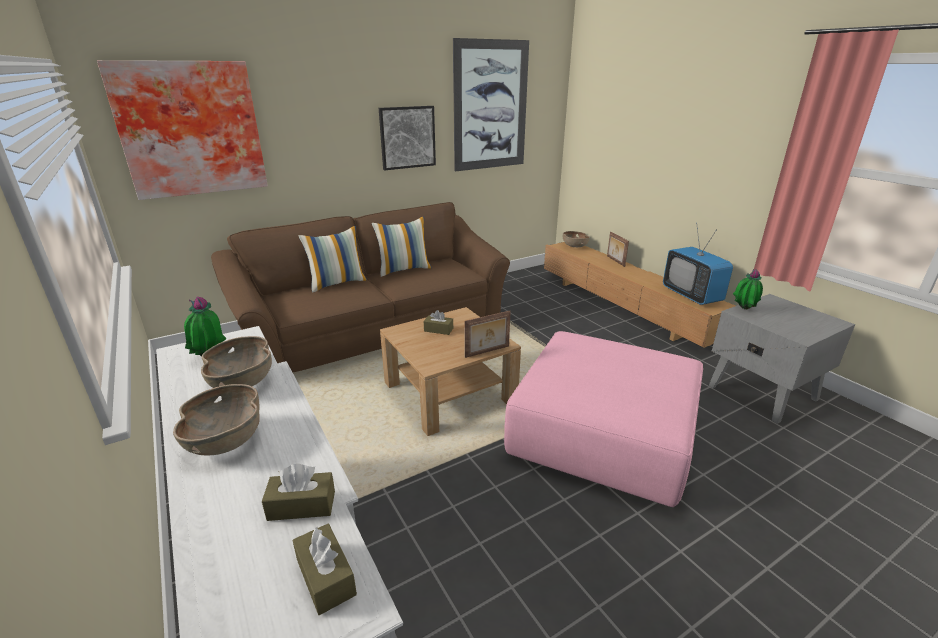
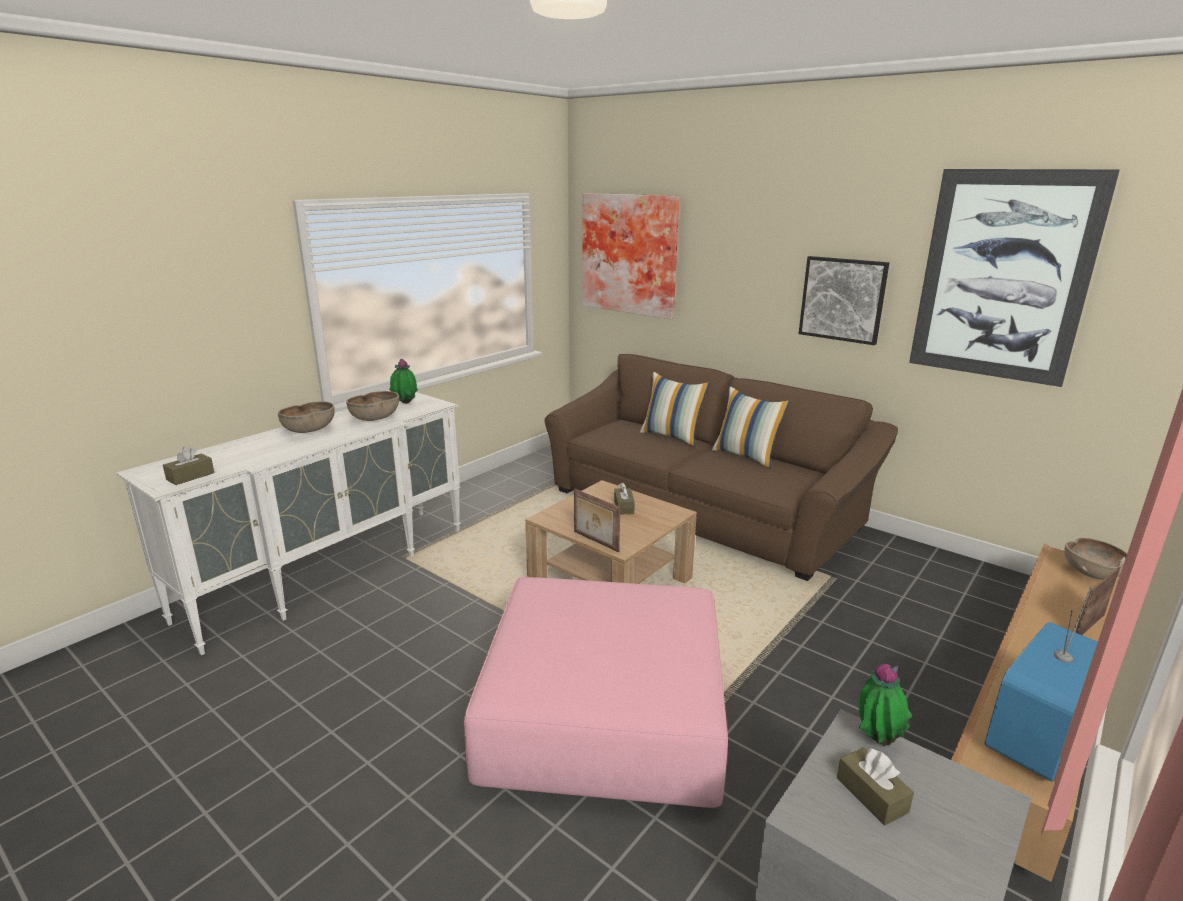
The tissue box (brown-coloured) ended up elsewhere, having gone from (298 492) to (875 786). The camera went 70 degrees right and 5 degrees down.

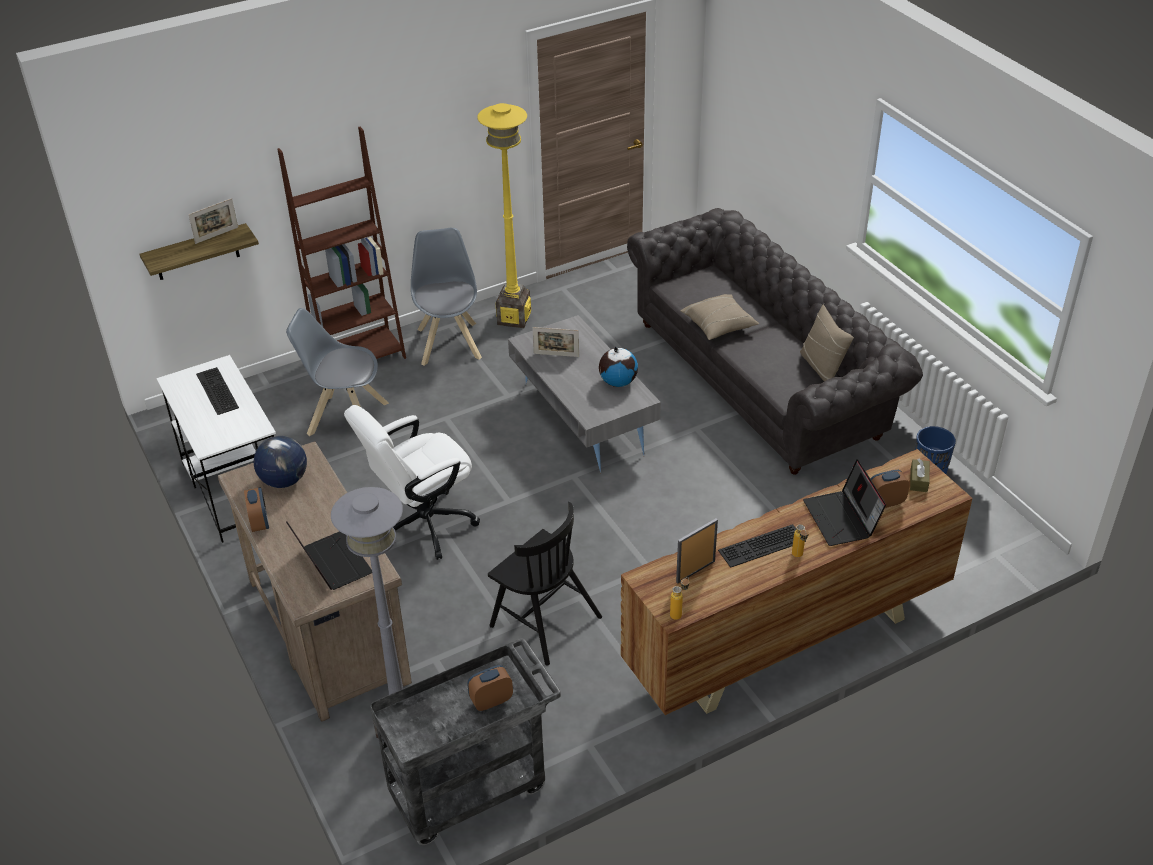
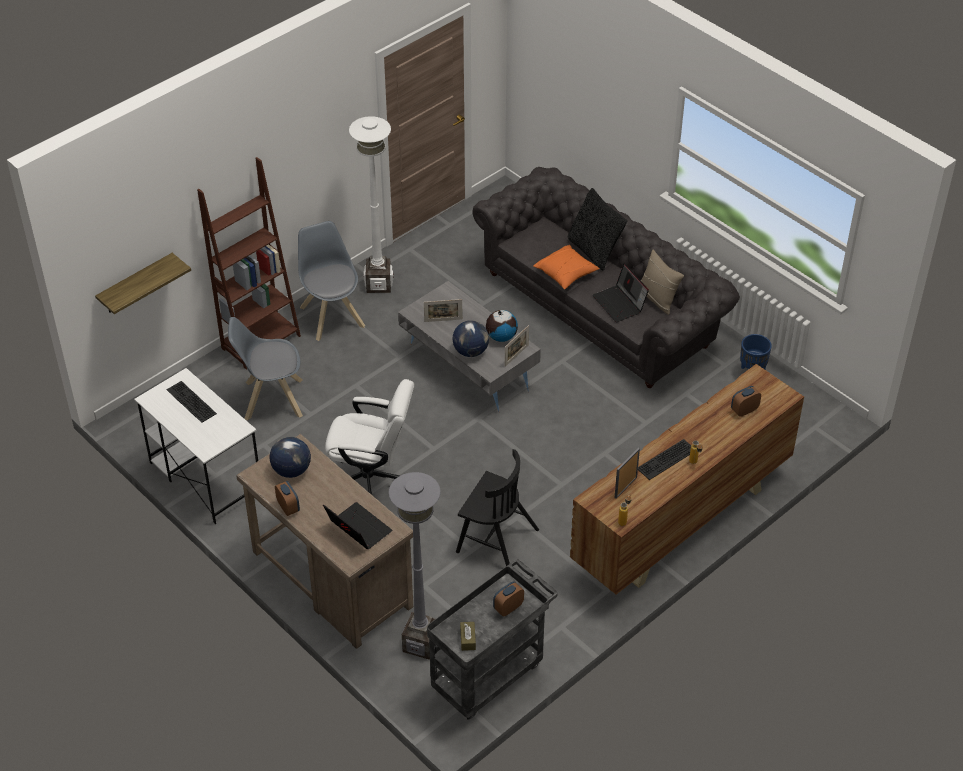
The photo frame ended up elsewhere, having gone from (213 221) to (517 346). The office chair (white-coloured) at (412 482) ended up facing another way, 120 degrees counterclockwise from before. What was the standard lamp (yellow) at (504 215) turned into the standard lamp (white-coloured) at (371 204). What was the pillow (sand-coloured) at (719 317) turned into the pillow (orangey) at (566 267). The laptop ended up elsewhere, having gone from (844 502) to (620 292). The tissue box (brown-coloured) ended up elsewhere, having gone from (920 475) to (468 636). The second view gained the globe at (470 338). The second view gained the pillow (blackish) at (598 229). The camera went 15 degrees left and 5 degrees up.

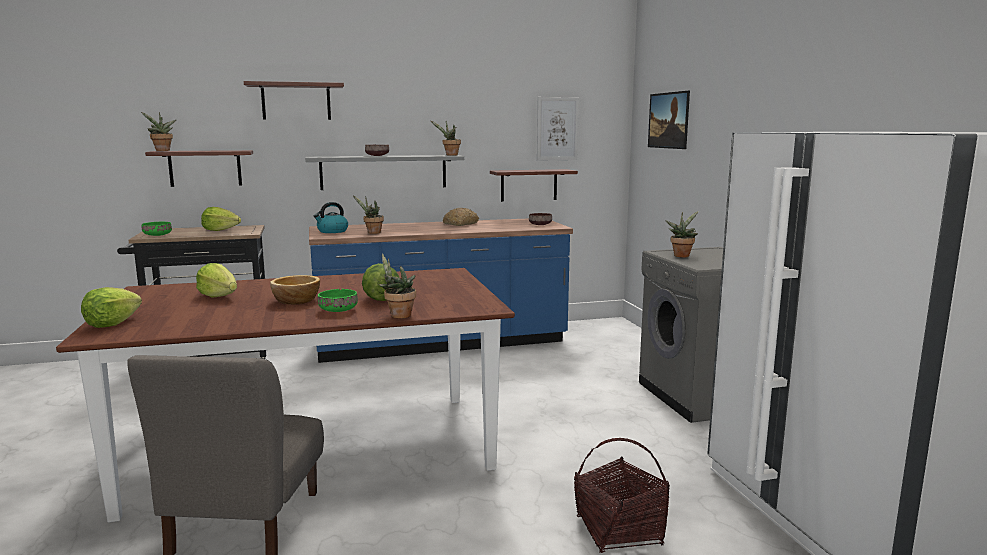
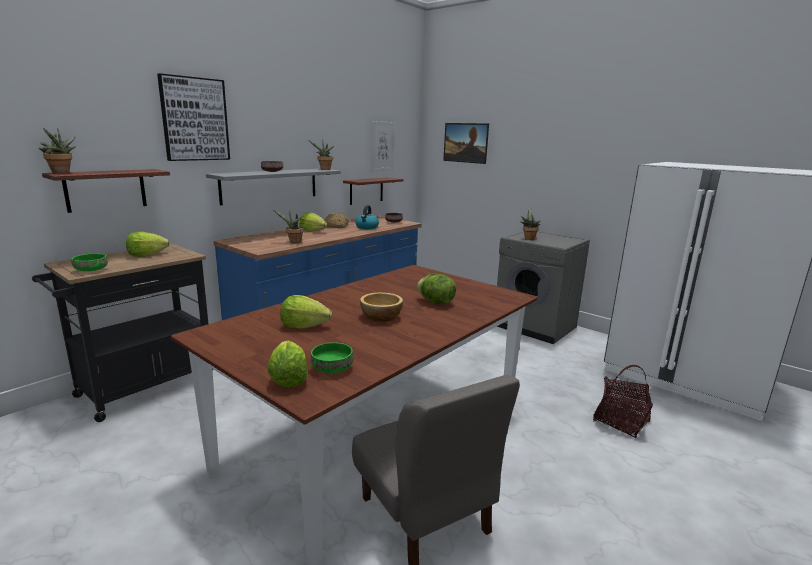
Where the bracket shelf hung at (294 100), the wall picture came to hang at (193 117). The tea kettle ended up elsewhere, having gone from (331 217) to (367 217). The deep dish (green-coloured) ended up elsewhere, having gone from (338 300) to (332 357). The second view lost the houseplant at (397 286). The second view gained the head of lettuce at (313 222). The camera went 35 degrees left and 5 degrees up.

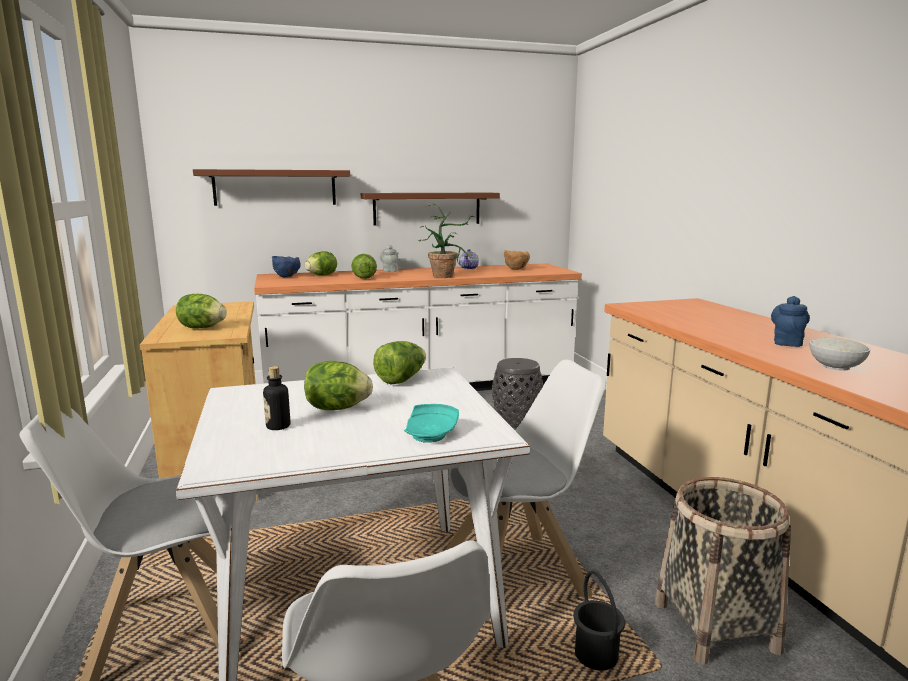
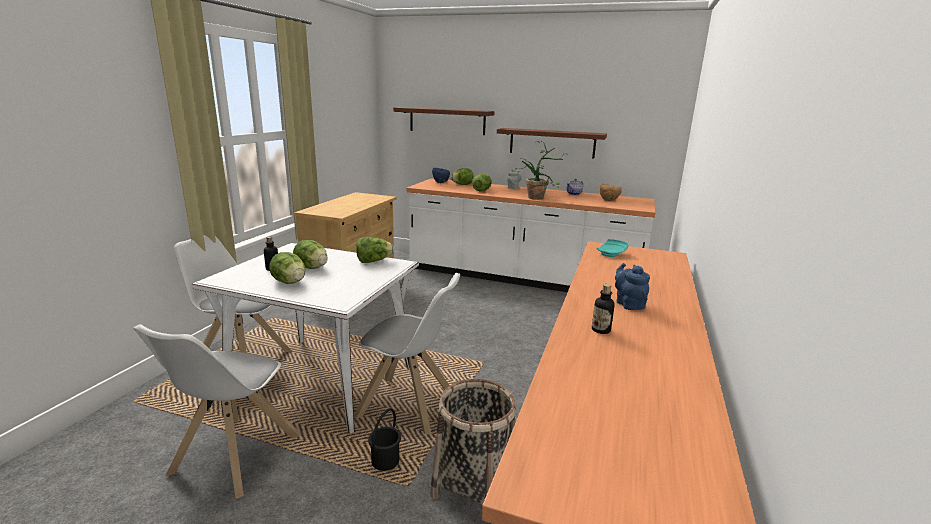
The head of lettuce ended up elsewhere, having gone from (201 311) to (287 268). The dinner plate (turquoise) ended up elsewhere, having gone from (431 423) to (613 248). The second view lost the stool (gray) at (517 393). The teapot (blue-coloured) at (790 321) ended up facing another way, 75 degrees counterclockwise from before. Where the deep dish (white-coloured) stood at (840 354), the drink bottle came to stand at (603 309). The camera went 35 degrees right and 5 degrees up.

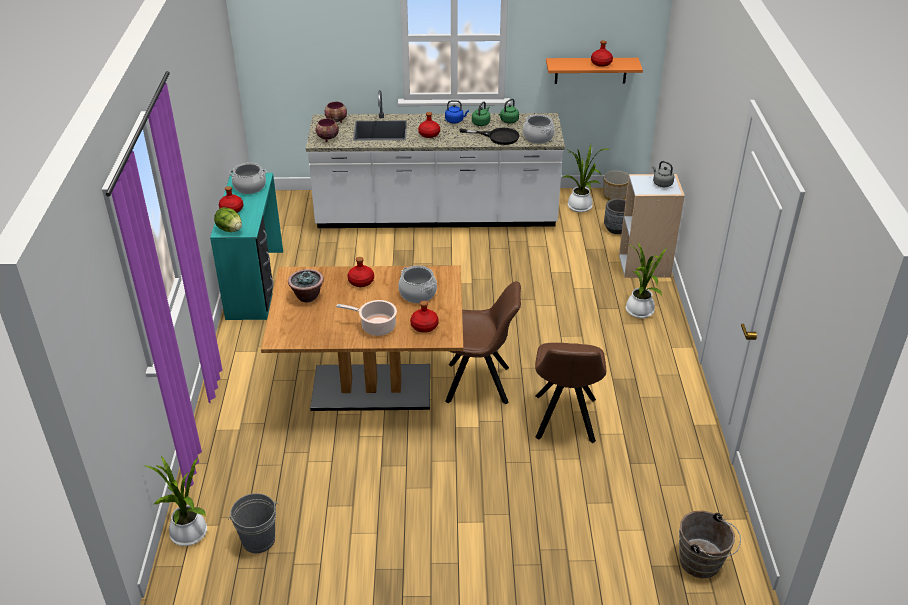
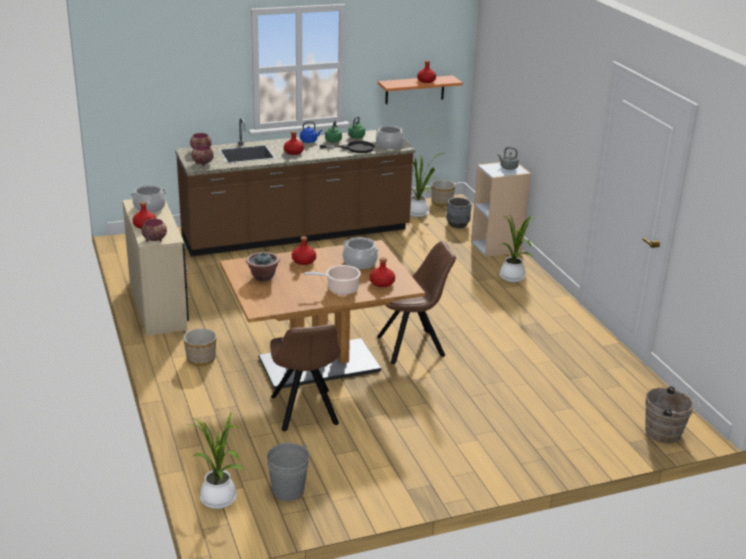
What was the desk (turquoise) at (246 246) turned into the desk (sand-coloured) at (155 267). Where the head of lettuce stood at (228 219), the deep dish came to stand at (154 230). What was the kitchen base unit (white-coloured) at (435 159) turned into the kitchen base unit (brown-coloured) at (295 187). The chair (brown-coloured) ended up elsewhere, having gone from (570 393) to (305 378). The second view gained the flower pot at (200 347). The camera went 20 degrees left and 10 degrees down.

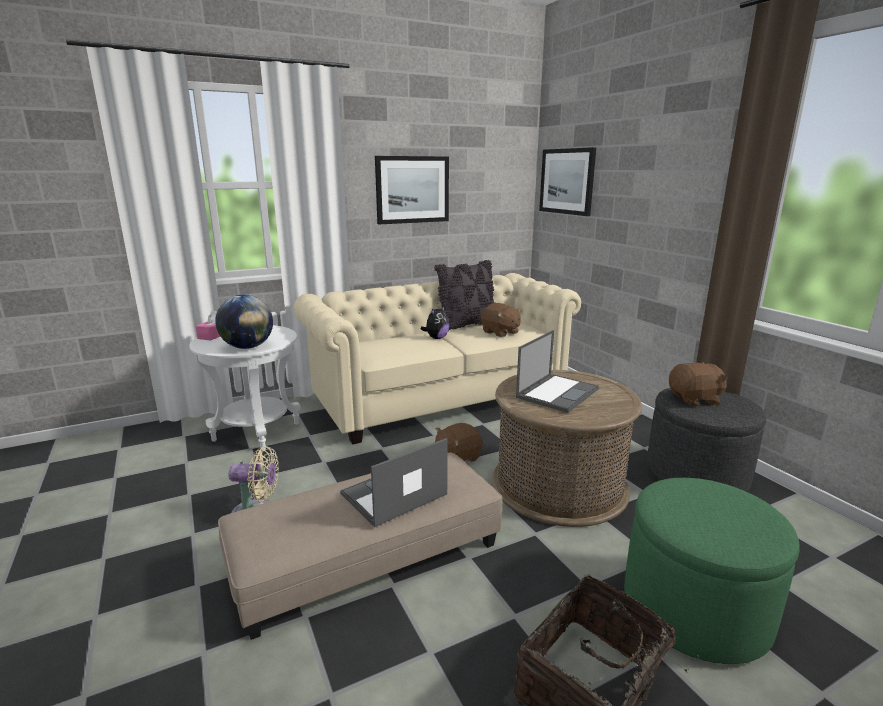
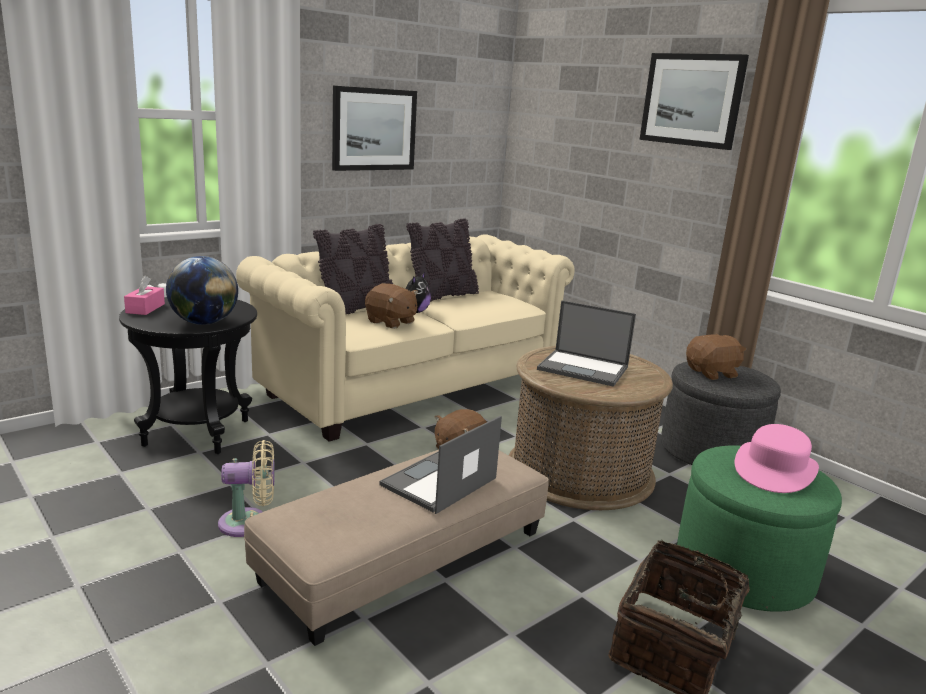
What was the side table (white-coloured) at (245 387) turned into the side table (blackish) at (188 375). The plush toy (brown-coloured) ended up elsewhere, having gone from (501 320) to (391 306). The laptop at (557 371) ended up facing another way, 90 degrees clockwise from before. The wall picture ended up elsewhere, having gone from (567 181) to (694 101). The second view gained the pillow (blackish) at (353 269). The second view gained the wearable hat (pinkish) at (777 458). The camera went 15 degrees left and 0 degrees up.

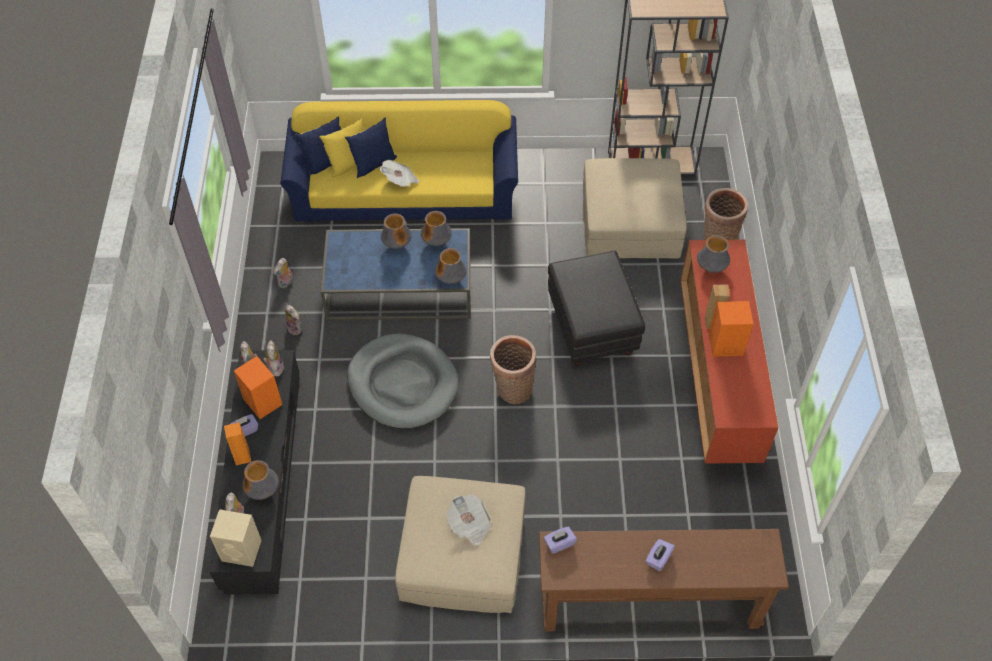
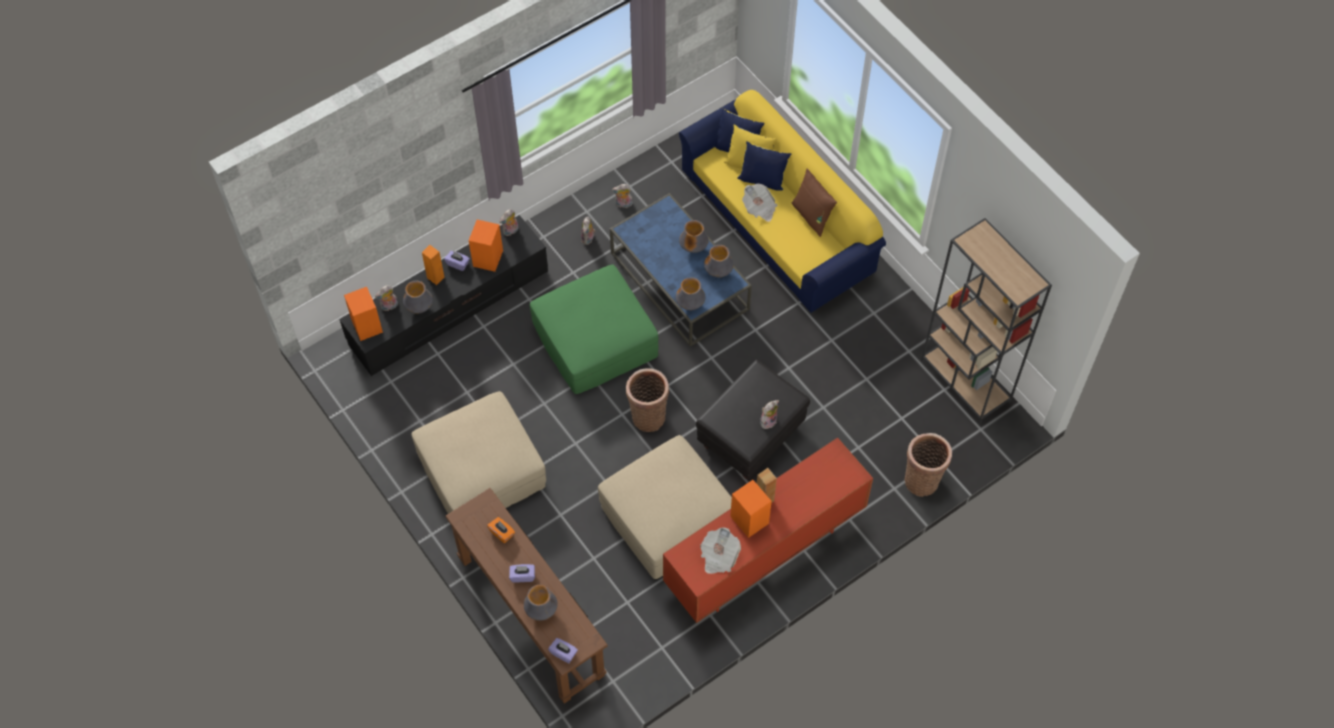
What was the audio speaker (sand-coloured) at (236 538) turned into the audio speaker (orangey) at (363 314). The plush toy ended up elsewhere, having gone from (273 358) to (769 414). Where the dog bed (gray) stood at (403 381), the pouffe (green-coloured) came to stand at (594 329). The printed paper ended up elsewhere, having gone from (469 520) to (720 550). The tissue box (purple-coloured) ended up elsewhere, having gone from (560 540) to (563 650). The pouffe (sand-coloured) ended up elsewhere, having gone from (635 208) to (665 507). The decorative vase ended up elsewhere, having gone from (713 254) to (541 603). The second view gained the tissue box (orangey) at (501 530). The second view gained the pillow (brown-coloured) at (814 203). The camera went 55 degrees right and 5 degrees up.

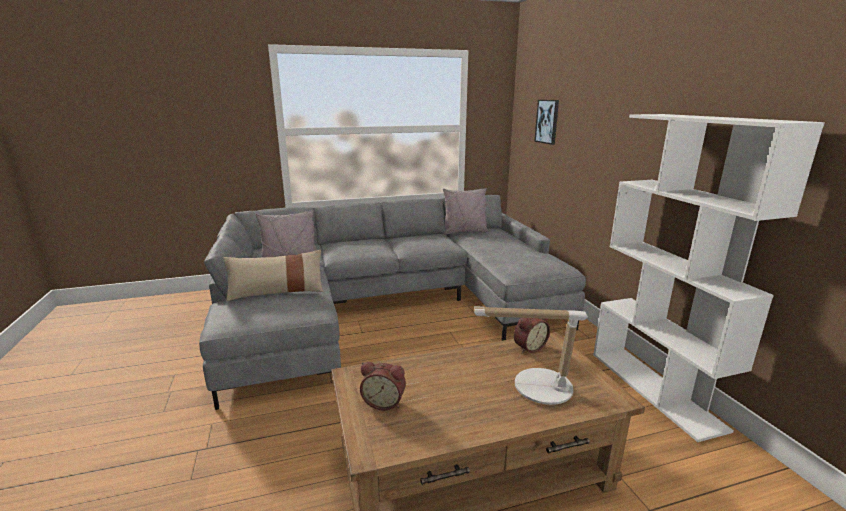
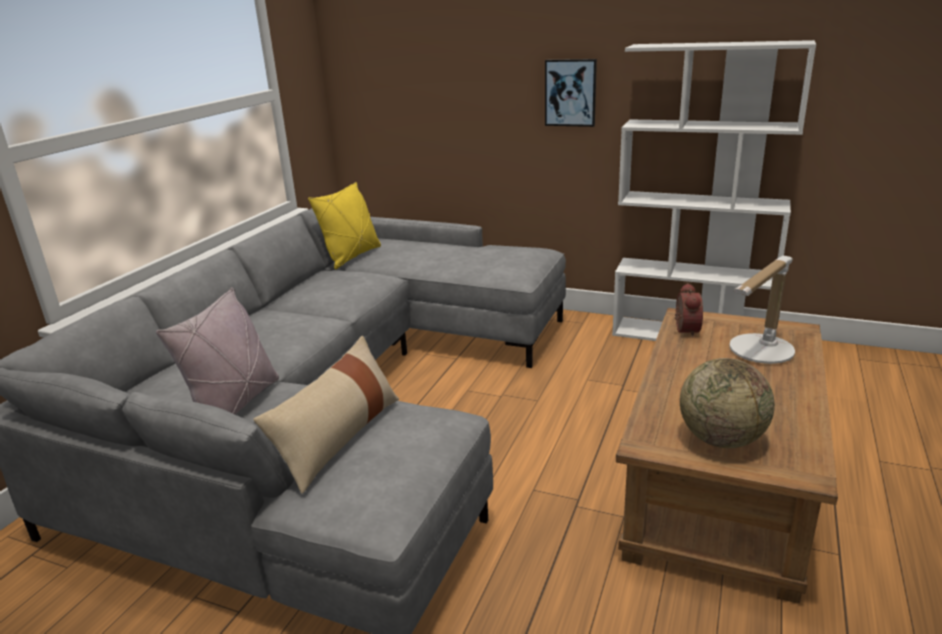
Where the alarm clock stood at (383 386), the globe came to stand at (727 403). What was the pillow (purple-coloured) at (466 211) turned into the pillow (yellow) at (344 225). The wall picture ended up elsewhere, having gone from (546 122) to (571 93). The camera went 50 degrees left and 5 degrees up.

